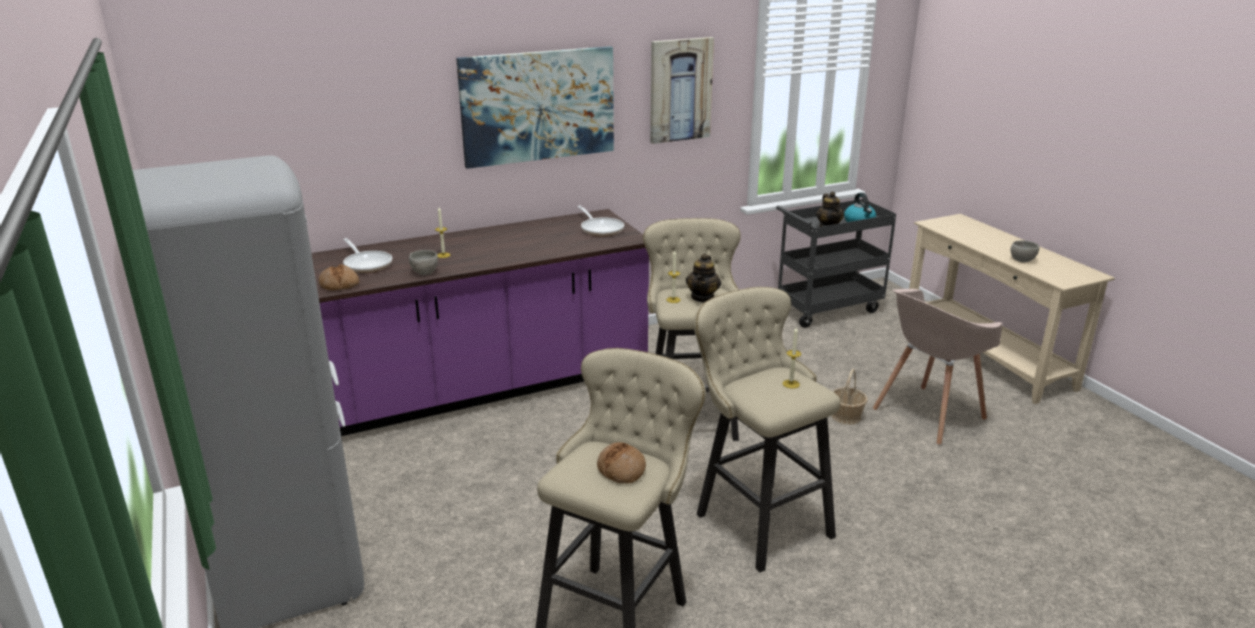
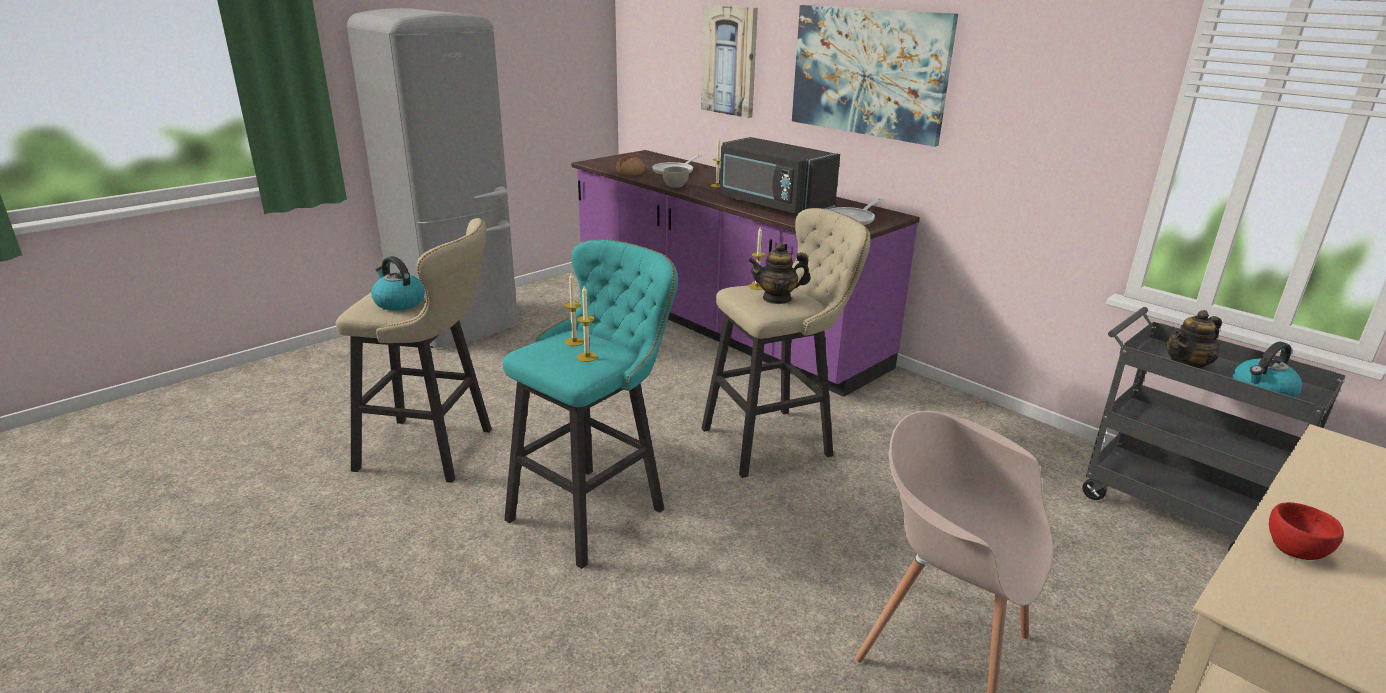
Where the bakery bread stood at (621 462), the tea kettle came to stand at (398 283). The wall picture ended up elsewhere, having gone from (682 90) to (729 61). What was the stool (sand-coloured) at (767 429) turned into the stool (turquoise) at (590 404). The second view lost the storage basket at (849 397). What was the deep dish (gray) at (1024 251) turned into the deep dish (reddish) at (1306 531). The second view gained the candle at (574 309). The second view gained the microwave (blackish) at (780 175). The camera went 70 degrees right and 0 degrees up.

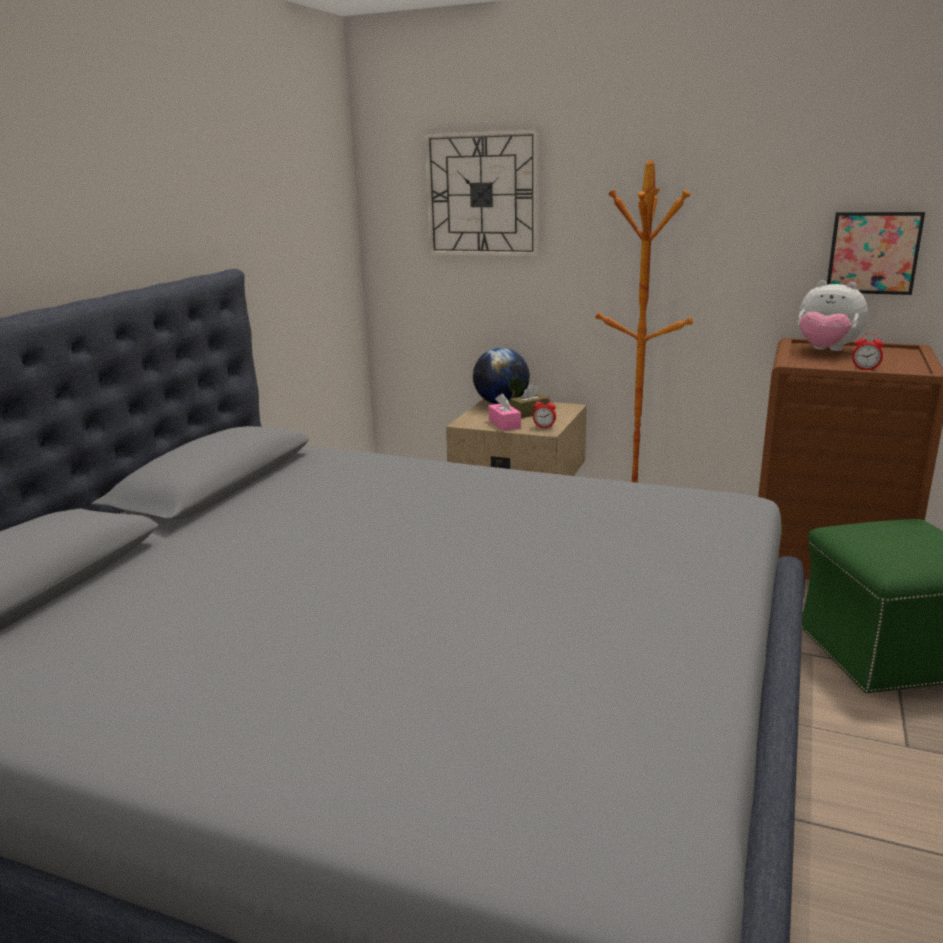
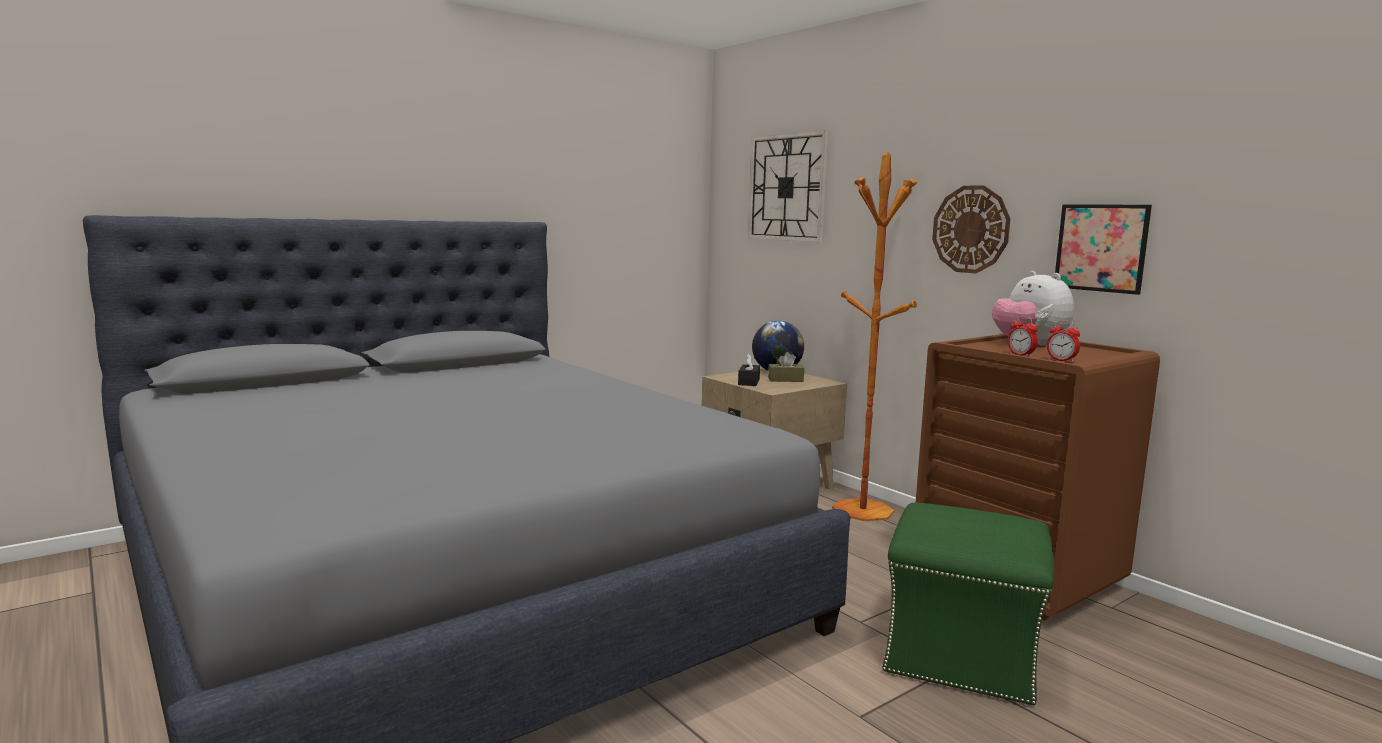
What was the tissue box (pinkish) at (505 412) turned into the tissue box (blackish) at (749 370). The alarm clock ended up elsewhere, having gone from (544 412) to (1063 341). The second view gained the wall clock at (971 229). The camera went 30 degrees right and 10 degrees down.

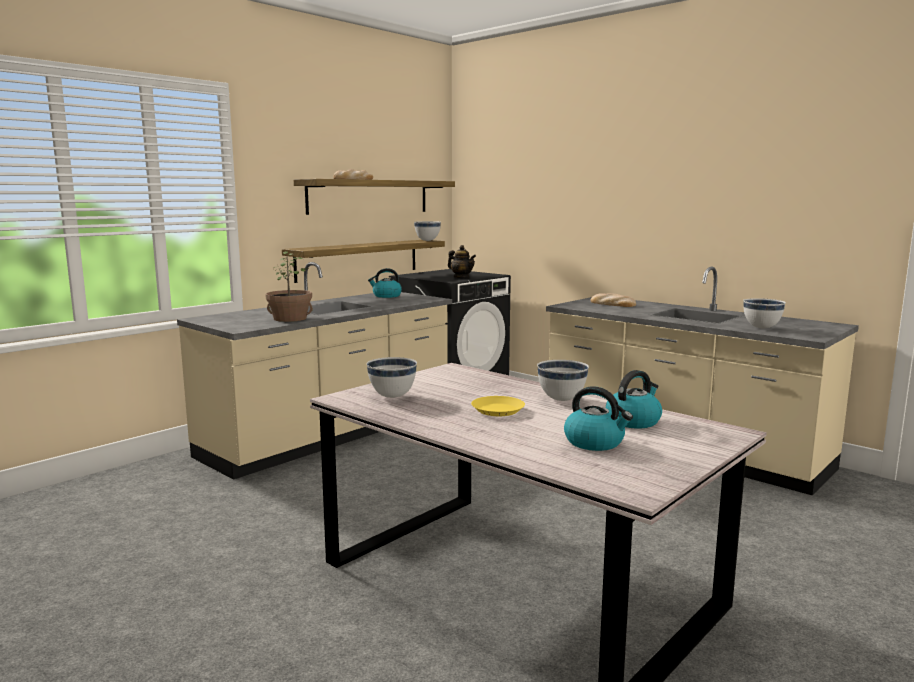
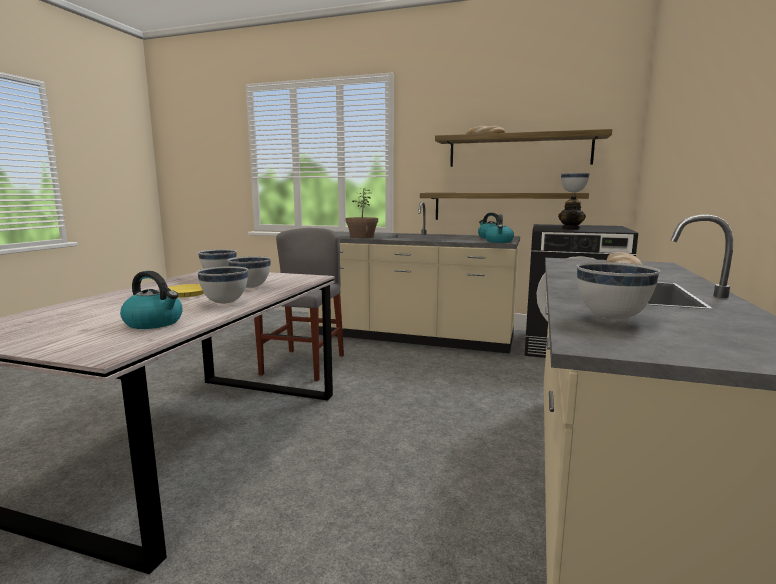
The tea kettle ended up elsewhere, having gone from (598 418) to (499 228). The second view gained the deep dish (white-coloured) at (249 272). The second view gained the chair (gray) at (299 304). The camera went 65 degrees right and 0 degrees up.

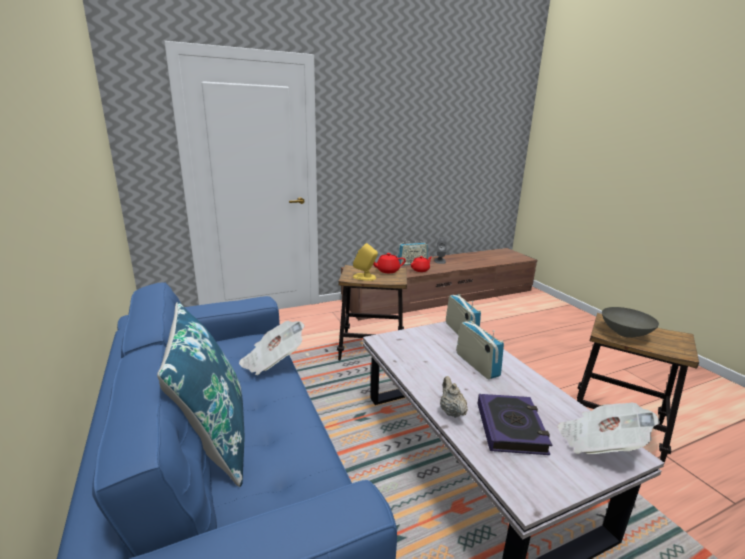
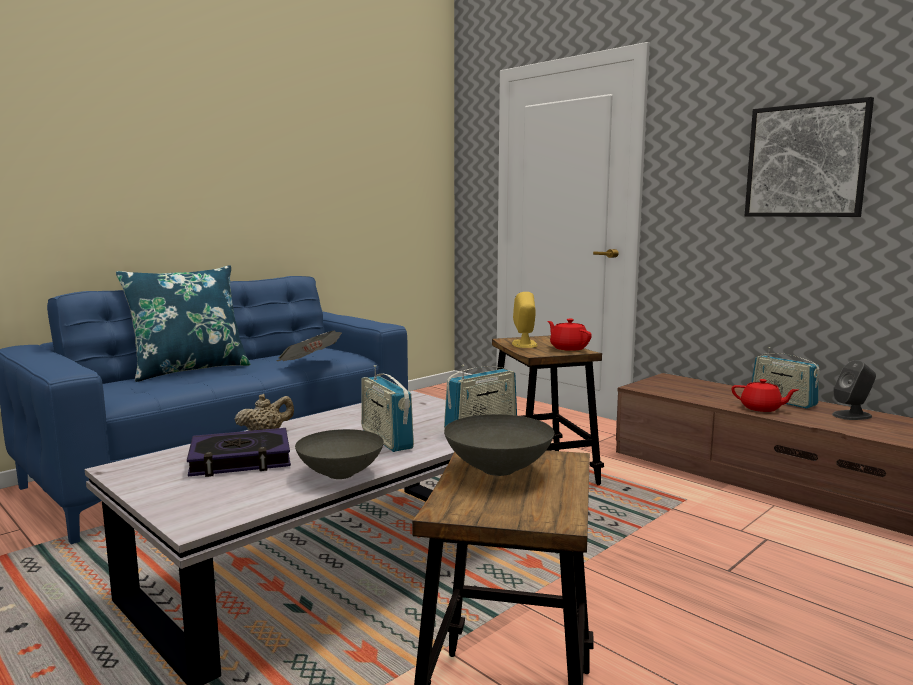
The radio set at (480 350) ended up facing another way, 105 degrees clockwise from before. The second view lost the printed paper at (608 428). The second view gained the deep dish (gray) at (339 454). The second view gained the wall picture at (809 157). The camera went 70 degrees right and 10 degrees down.

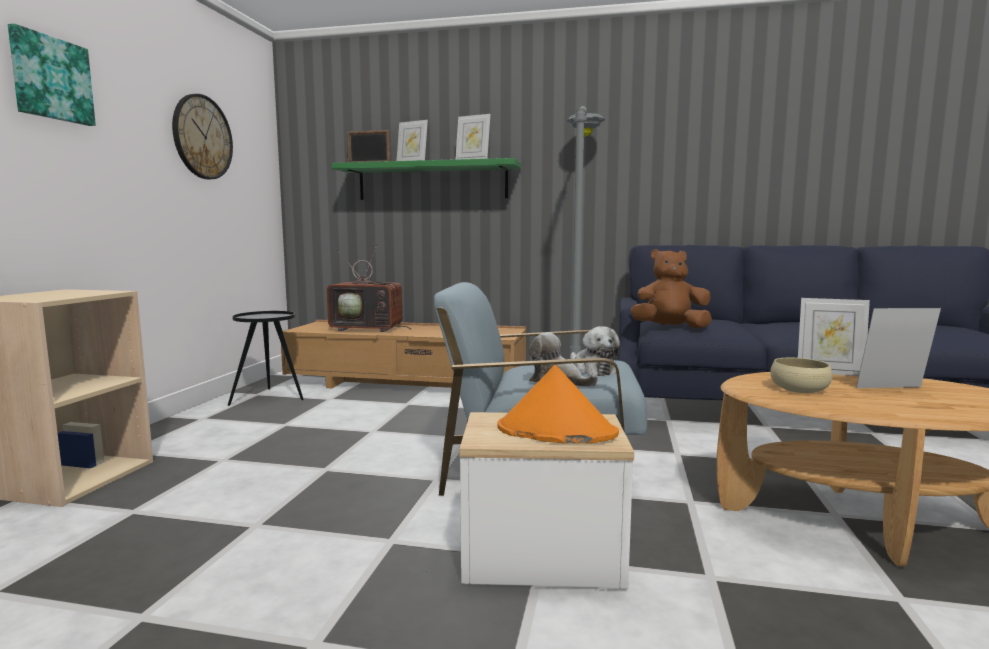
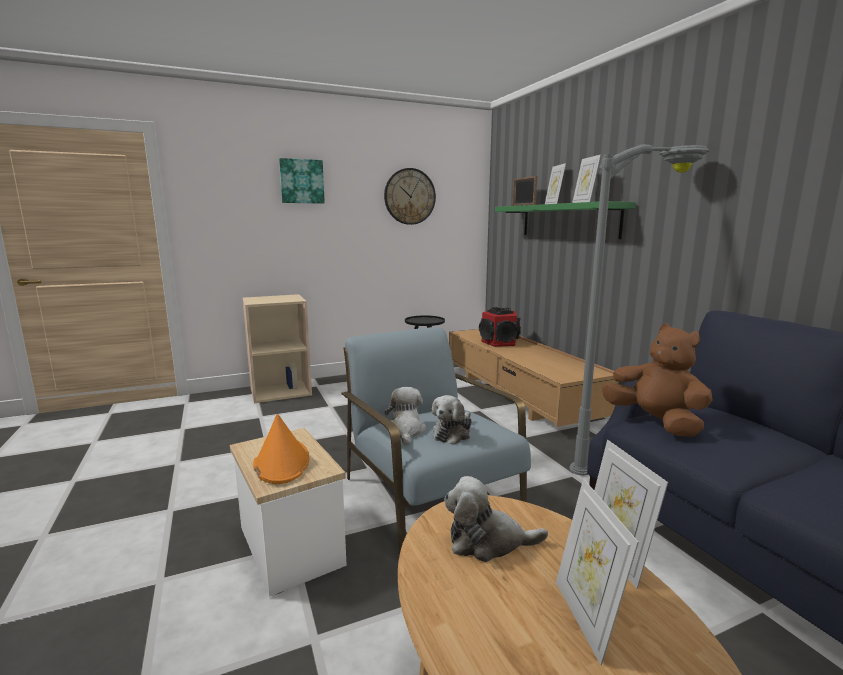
Where the TV stood at (369 287), the audio speaker came to stand at (500 327). Where the deep dish (sand-coloured) stood at (801 375), the plush toy came to stand at (496 519). The photo frame at (898 348) ended up facing another way, 150 degrees counterclockwise from before. The camera went 55 degrees right and 5 degrees up.

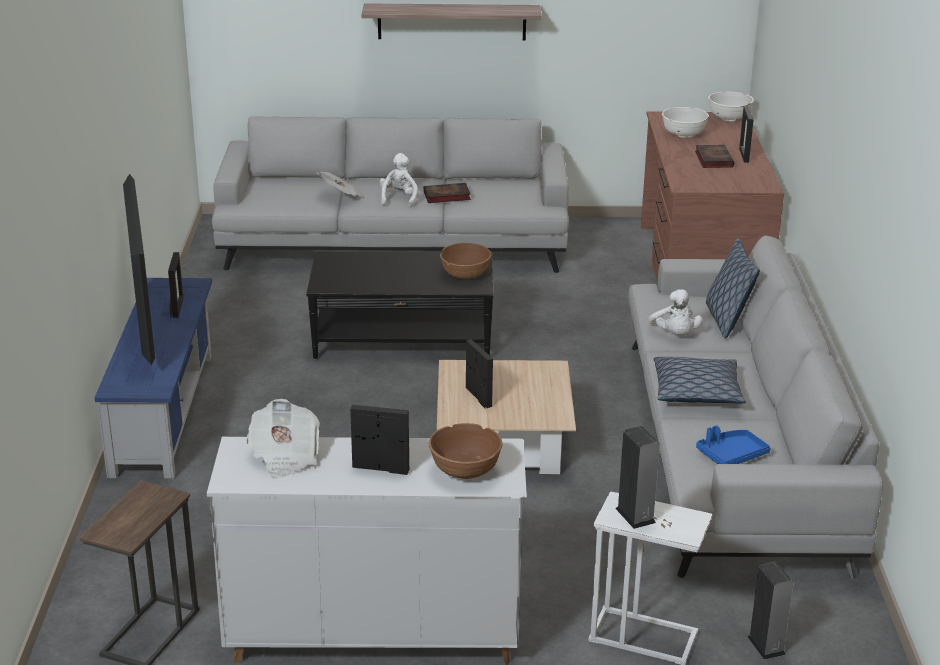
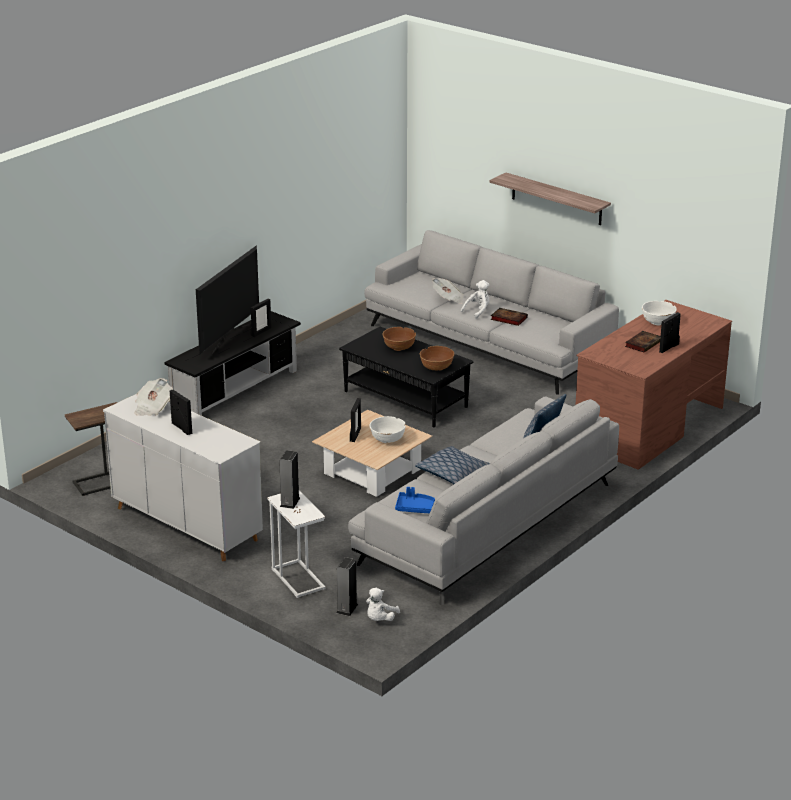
What was the media console (blue-coloured) at (153 378) turned into the media console (blackish) at (232 363). The deep dish (brown-coloured) ended up elsewhere, having gone from (466 451) to (399 339). The plush toy (white-coloured) ended up elsewhere, having gone from (675 311) to (383 604). The deep dish (white-coloured) ended up elsewhere, having gone from (731 106) to (387 429). The camera went 40 degrees right and 0 degrees up.

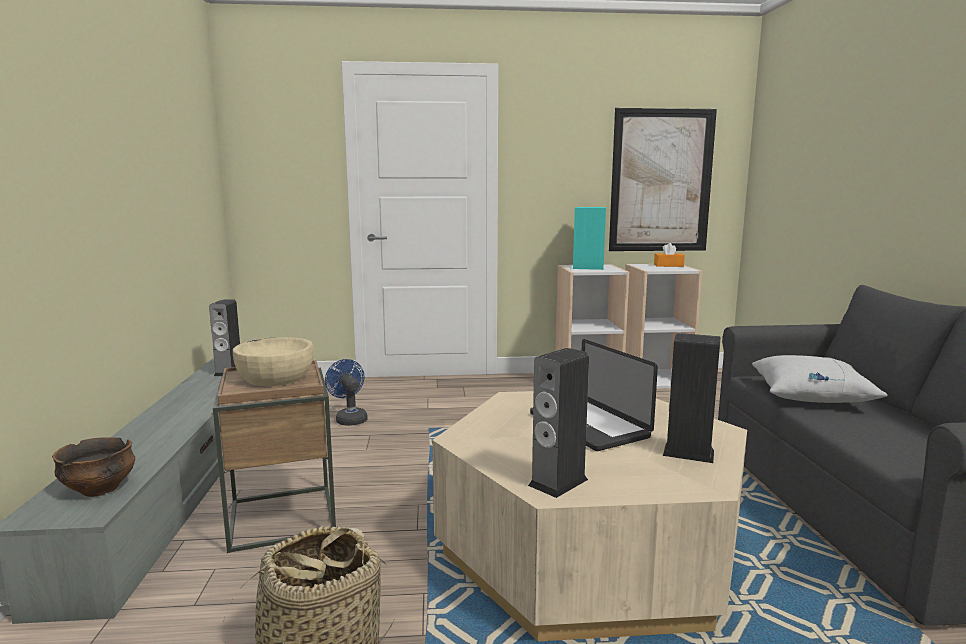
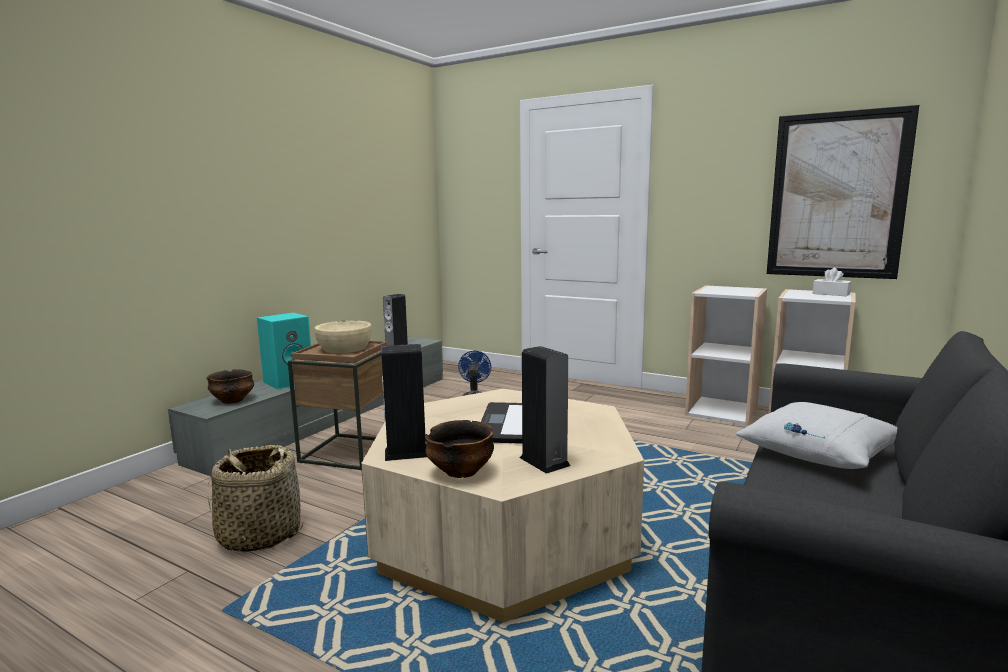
The audio speaker (turquoise) ended up elsewhere, having gone from (589 238) to (284 351). What was the tissue box (orangey) at (669 255) turned into the tissue box (white-coloured) at (832 282). The second view gained the deep dish at (459 449). The camera went 35 degrees right and 0 degrees up.

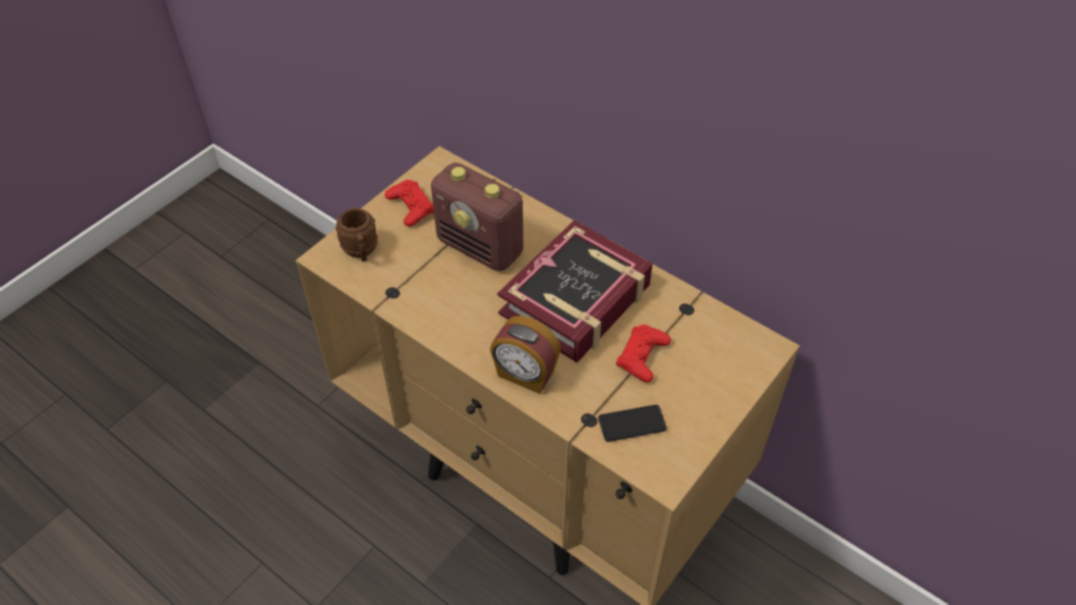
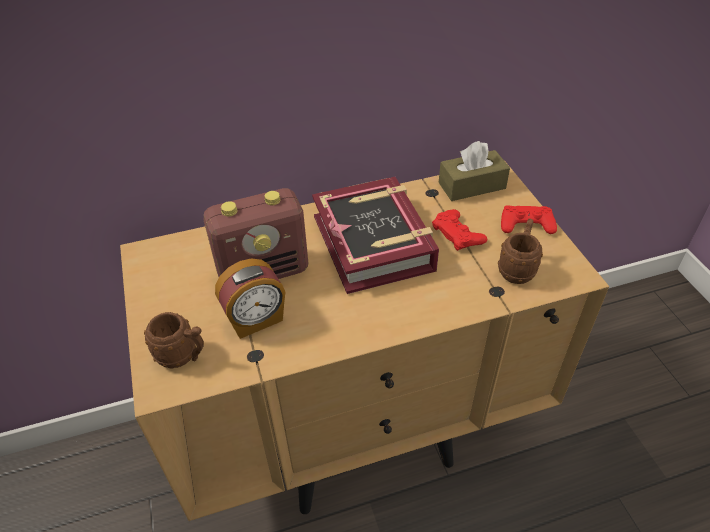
The gamepad (reddish) ended up elsewhere, having gone from (409 203) to (529 219). The alarm clock ended up elsewhere, having gone from (525 355) to (250 298). Where the phone stood at (632 423), the mug (brown-coloured) came to stand at (520 251). The second view gained the tissue box (brown-coloured) at (474 171). The camera went 55 degrees left and 5 degrees down.

